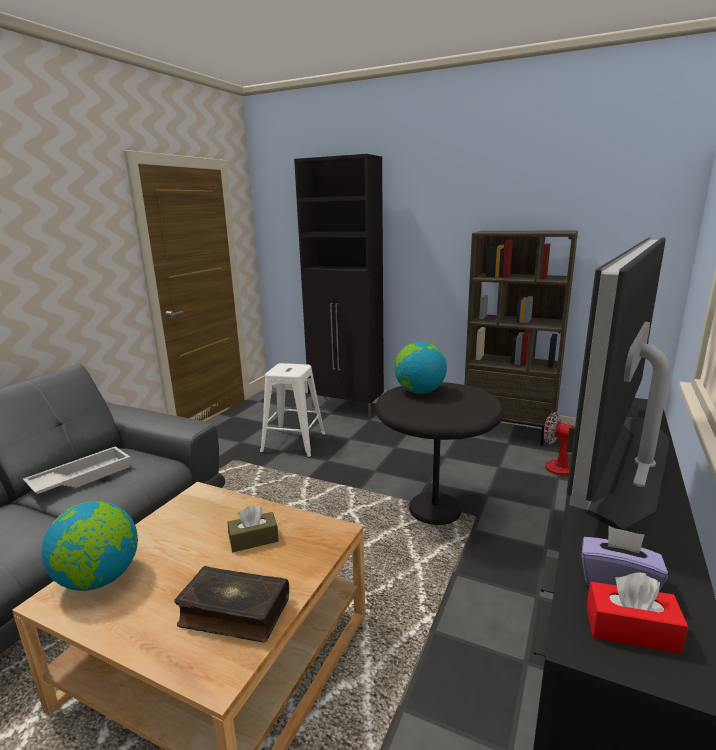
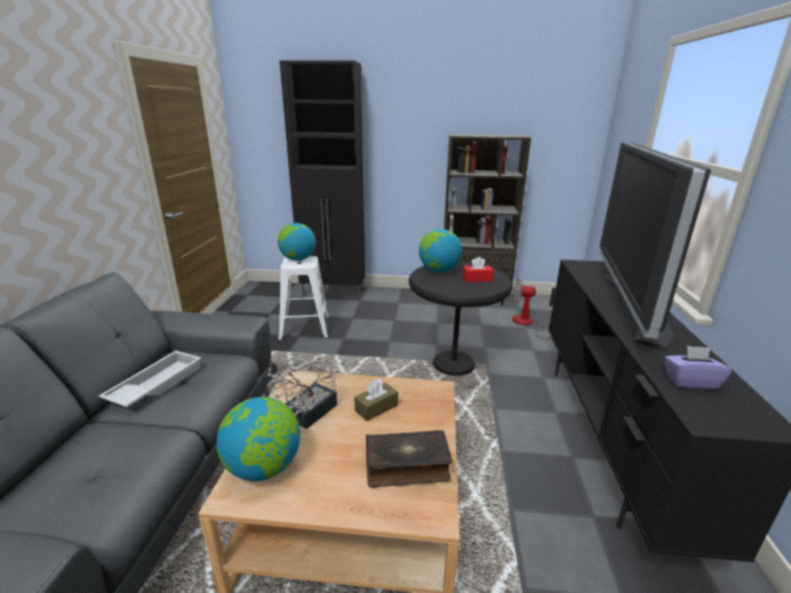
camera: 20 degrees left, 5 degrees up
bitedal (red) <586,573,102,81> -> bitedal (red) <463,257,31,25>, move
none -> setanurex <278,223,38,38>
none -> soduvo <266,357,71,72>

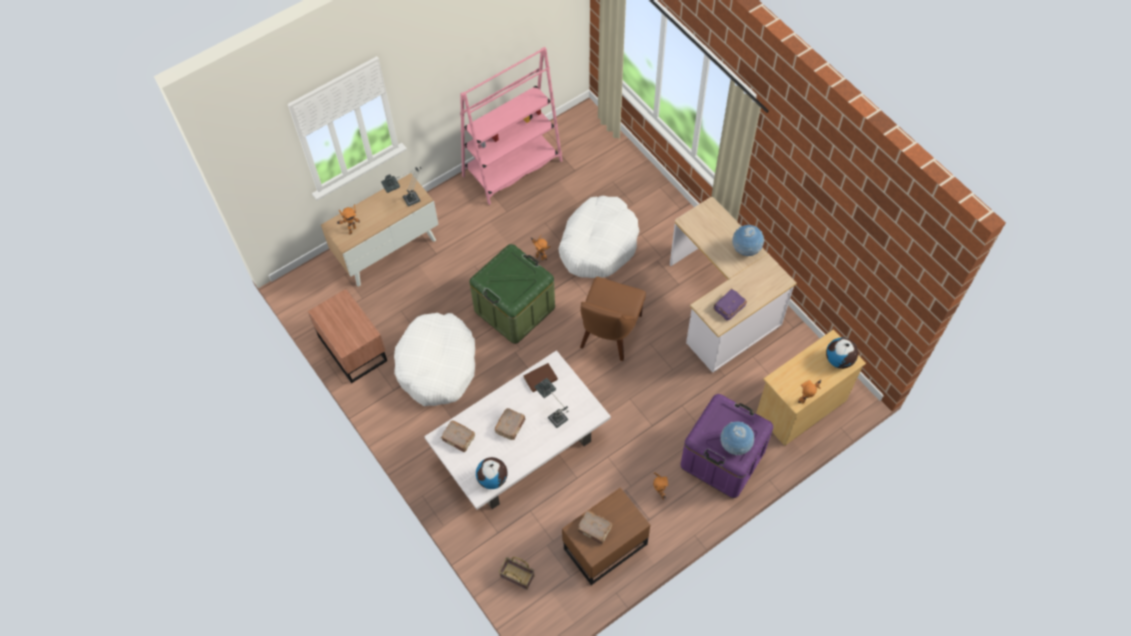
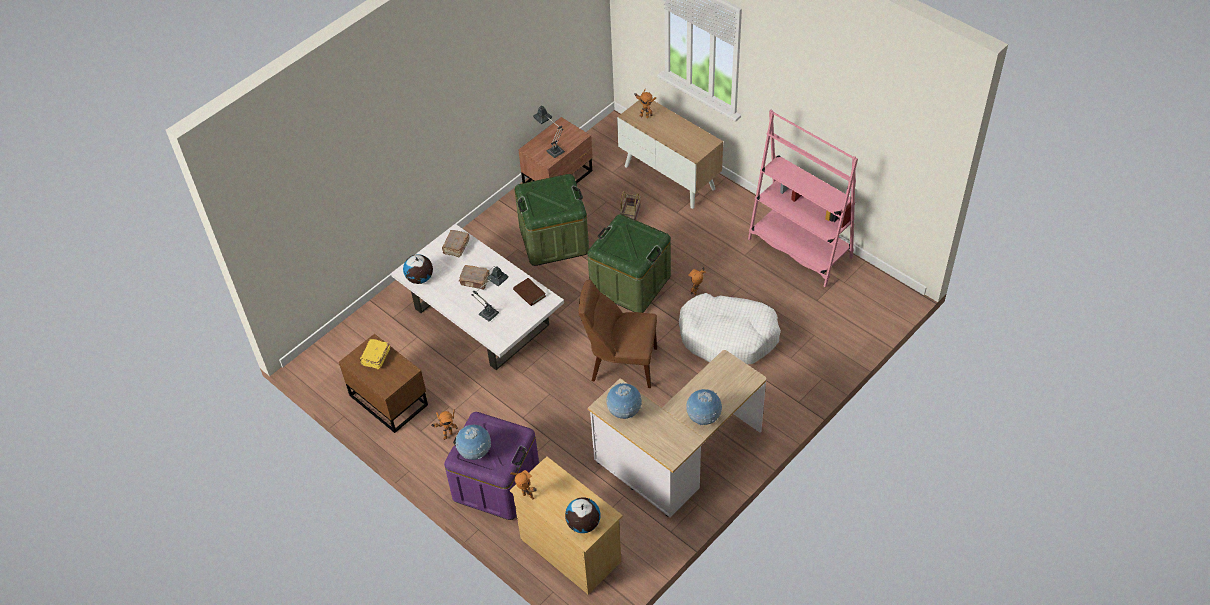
camera: 80 degrees right, 10 degrees down
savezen <381,167,40,39> -> savezen <533,105,32,53>, move
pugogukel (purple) <713,288,34,32> -> setanurex <606,382,36,37>
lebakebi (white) <394,313,81,93> -> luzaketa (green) <515,174,74,92>
pugogukel (brown) <577,510,35,34> -> pugogukel (yellow) <360,339,30,31>
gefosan <499,557,35,33> -> gefosan <620,191,21,29>, move

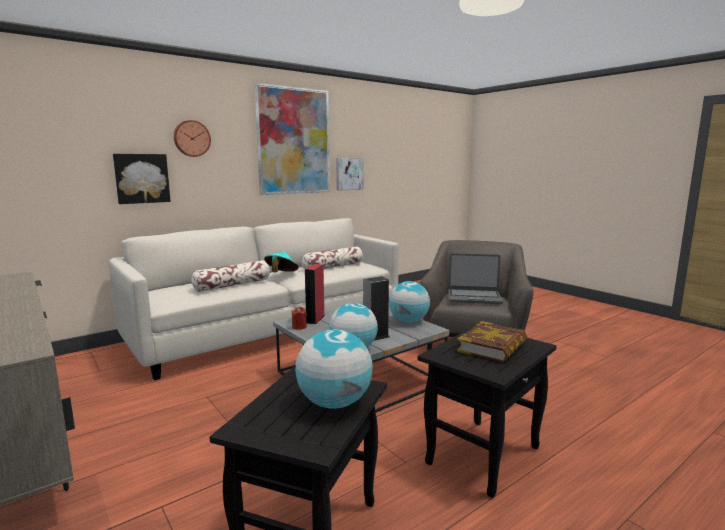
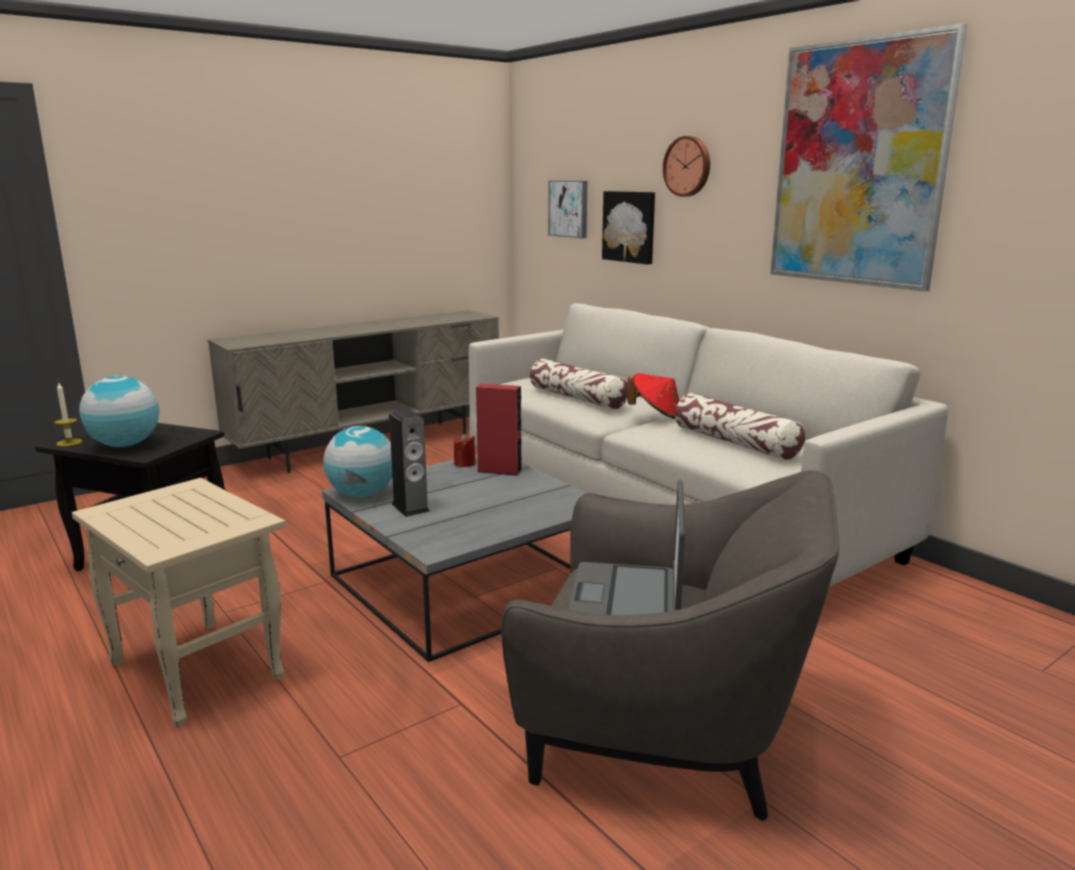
camera: 90 degrees right, 5 degrees up
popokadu <336,158,28,33> -> popokadu <548,181,39,57>, move
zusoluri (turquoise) <264,251,35,22> -> zusoluri (red) <627,373,53,46>
setanurex <389,281,41,42> -> none
pugogukel <457,321,70,42> -> none
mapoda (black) <417,328,140,170> -> mapoda (beige) <72,478,214,249>
none -> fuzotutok <54,383,29,63>

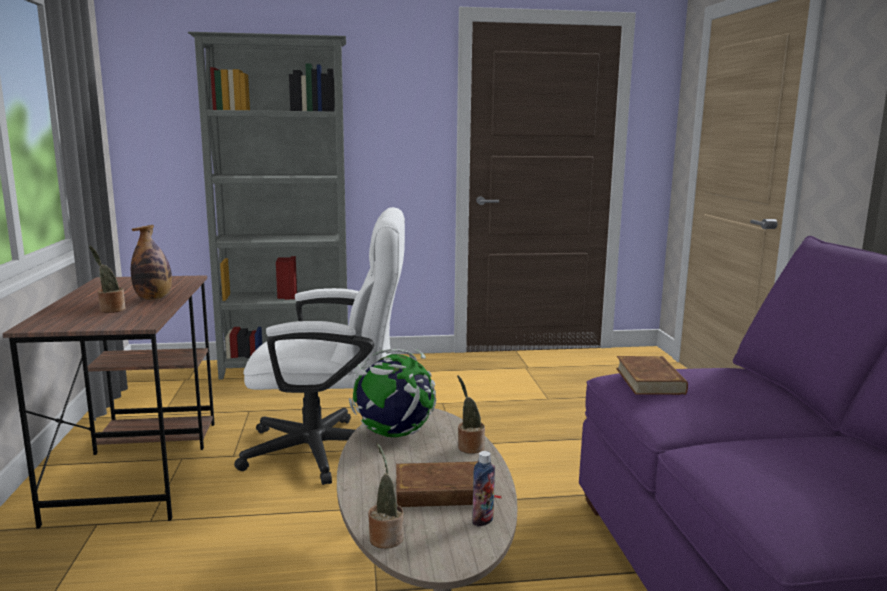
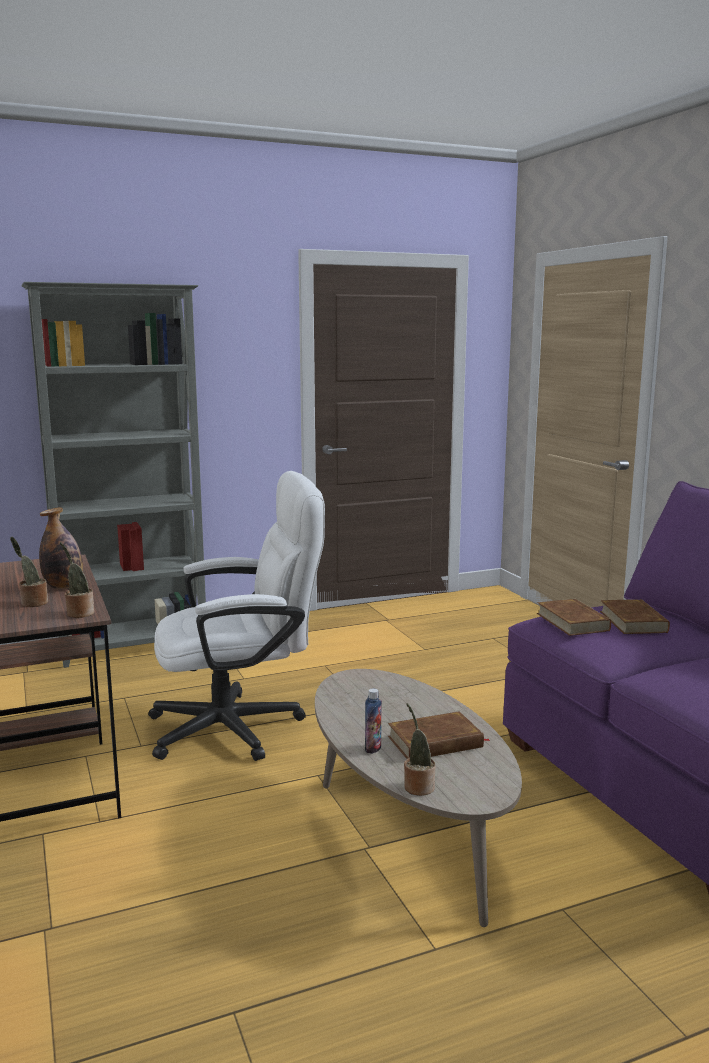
camera: 15 degrees left, 0 degrees up
setanurex <349,349,87,88> -> none
soduvo <457,375,28,79> -> soduvo <60,542,34,76>, move
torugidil <472,451,23,76> -> torugidil <365,689,17,65>, move
none -> pugogukel (brown) <600,599,70,35>

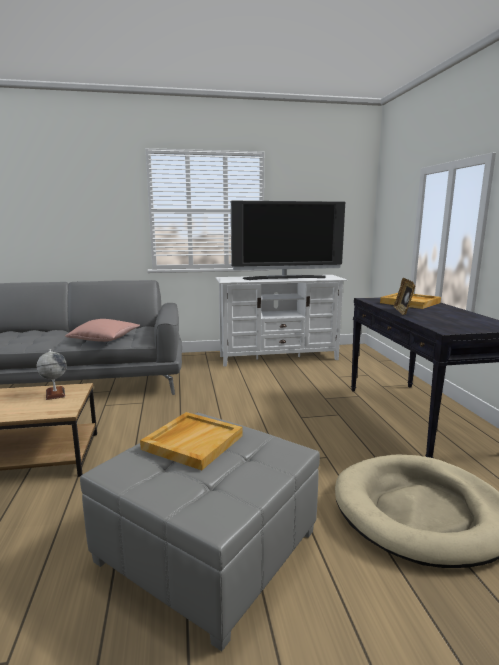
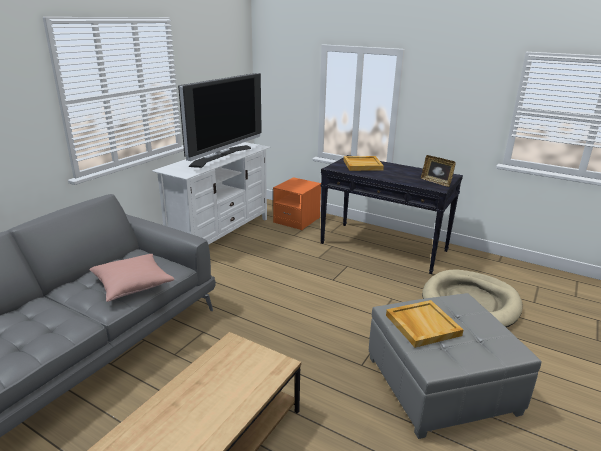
camera: 50 degrees left, 10 degrees up
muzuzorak <394,278,21,37> -> muzuzorak <421,155,35,32>, move
setanurex <37,349,30,51> -> none
none -> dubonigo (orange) <273,177,48,53>

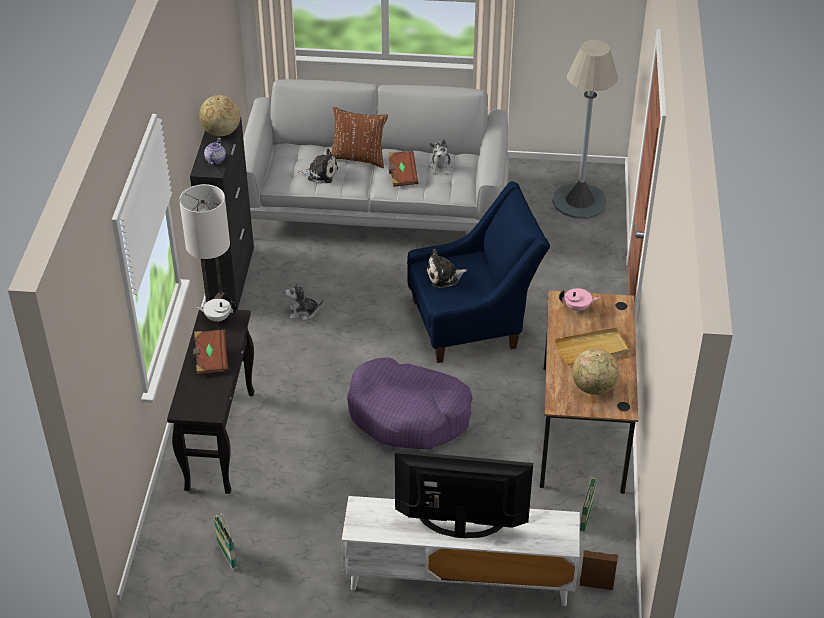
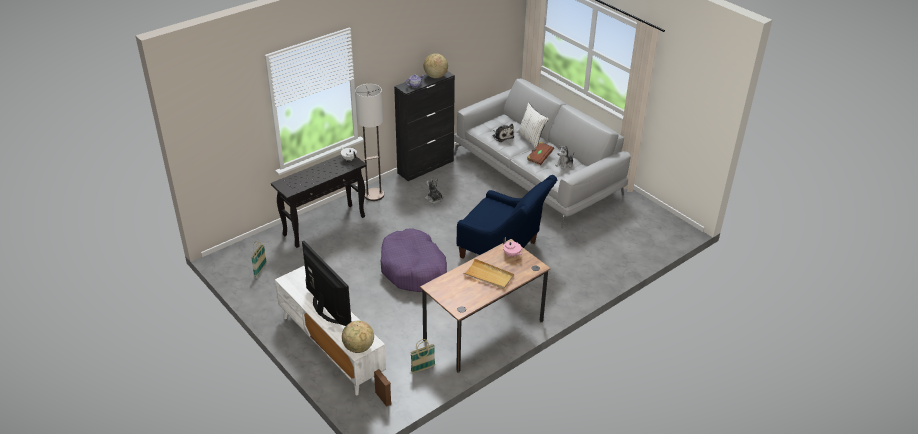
camera: 45 degrees right, 5 degrees down
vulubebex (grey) <552,40,66,179> -> none
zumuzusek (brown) <331,107,57,61> -> zumuzusek (white) <516,102,33,46>
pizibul <426,249,41,39> -> none
pugogukel (brown) <193,329,35,46> -> none
setanurex <572,349,47,46> -> setanurex <342,321,32,32>, move

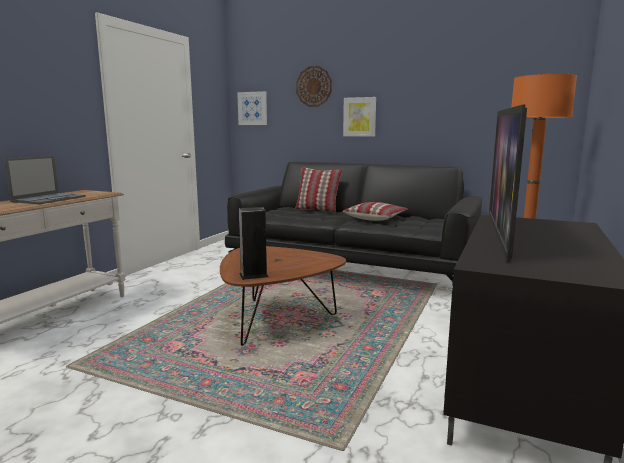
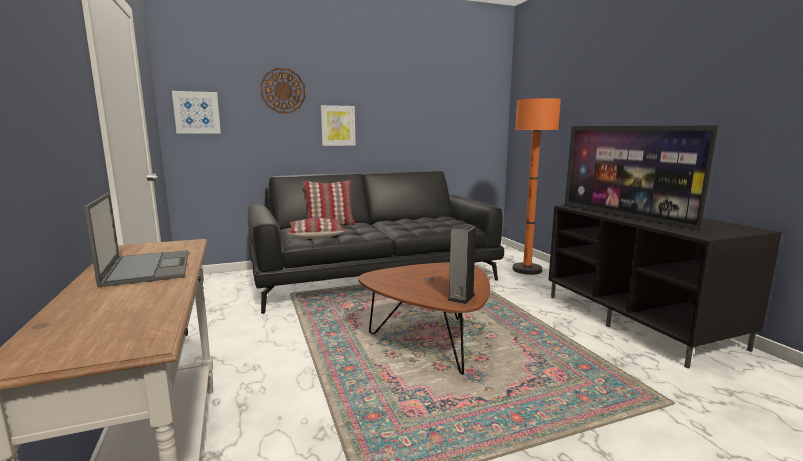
camera: 45 degrees left, 0 degrees up
zumuzusek <343,202,64,19> -> zumuzusek <287,218,58,21>, move

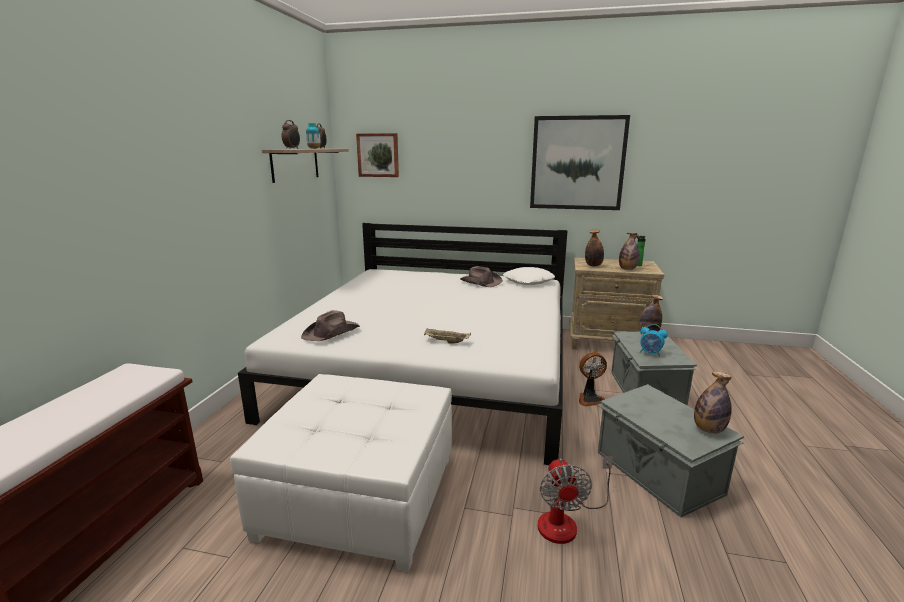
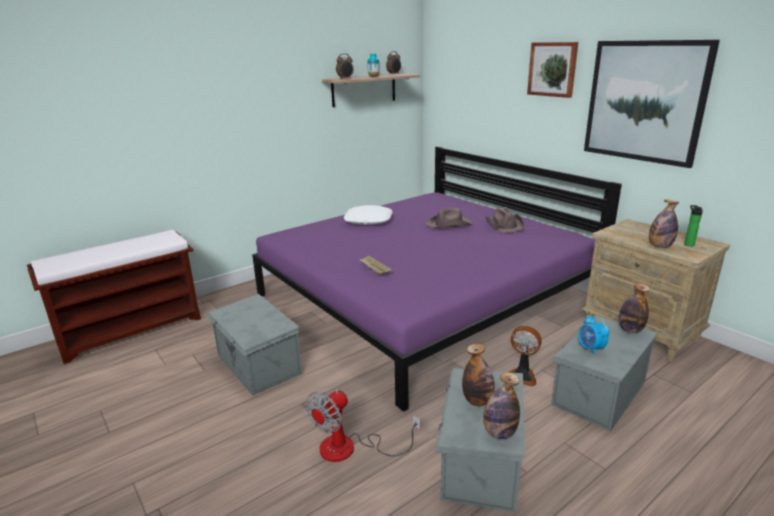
camera: 40 degrees right, 5 degrees up
popokadu <356,133,43,44> -> popokadu <527,42,51,56>, move
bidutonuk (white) <238,223,330,242> -> bidutonuk (purple) <252,146,370,266>
torugidil <585,230,19,37> -> torugidil <462,344,33,62>, move
zumuzusek (white) <503,267,52,18> -> zumuzusek (white) <344,205,48,20>, move
zusoluri (brown) <301,310,59,31> -> zusoluri (brown) <426,208,46,20>, move
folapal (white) <230,374,222,198> -> luzaketa (grey) <207,294,95,102>

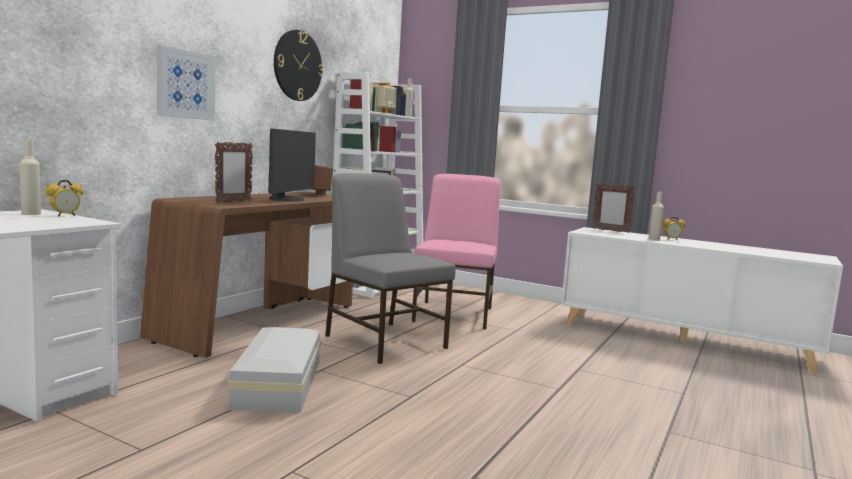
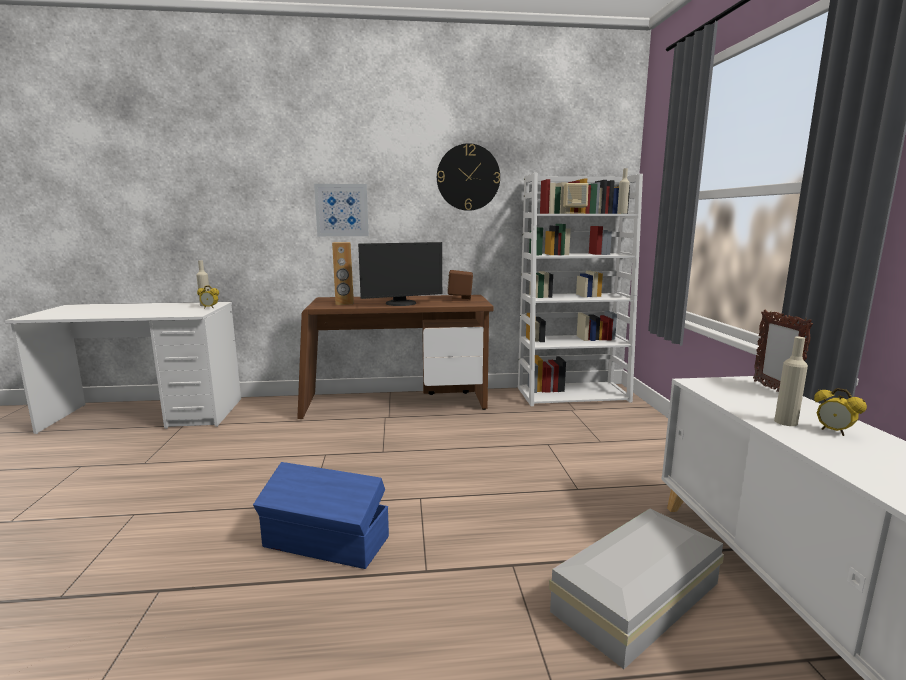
camera: 55 degrees right, 5 degrees up
muzuzorak <215,141,38,62> -> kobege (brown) <332,242,22,63>
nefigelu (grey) <325,173,131,191> -> none
nefigelu (pink) <412,174,89,155> -> none
luzaketa (white) <228,327,93,86> -> luzaketa (white) <549,509,175,160>, move
none -> luzaketa (blue) <253,462,136,107>

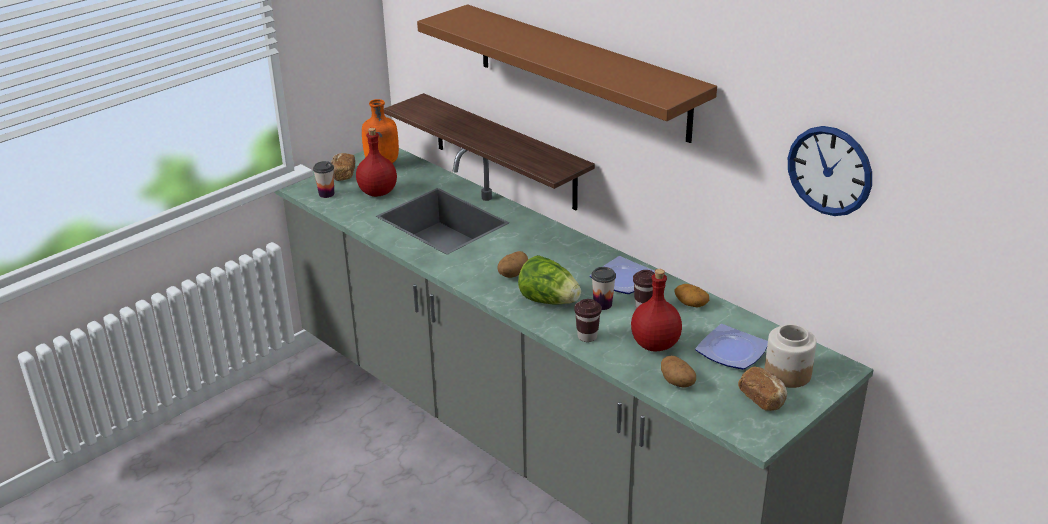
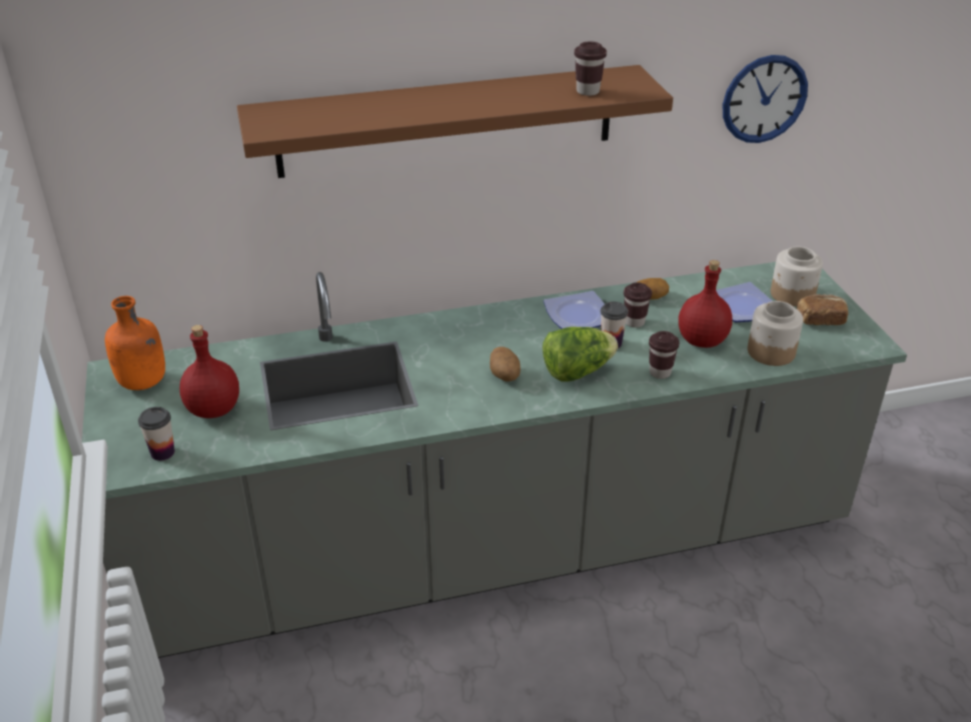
camera: 60 degrees left, 5 degrees up
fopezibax <384,93,211,117> -> none
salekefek <331,153,24,28> -> none
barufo <661,356,35,32> -> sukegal <747,301,56,65>
none -> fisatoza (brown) <574,41,33,55>

